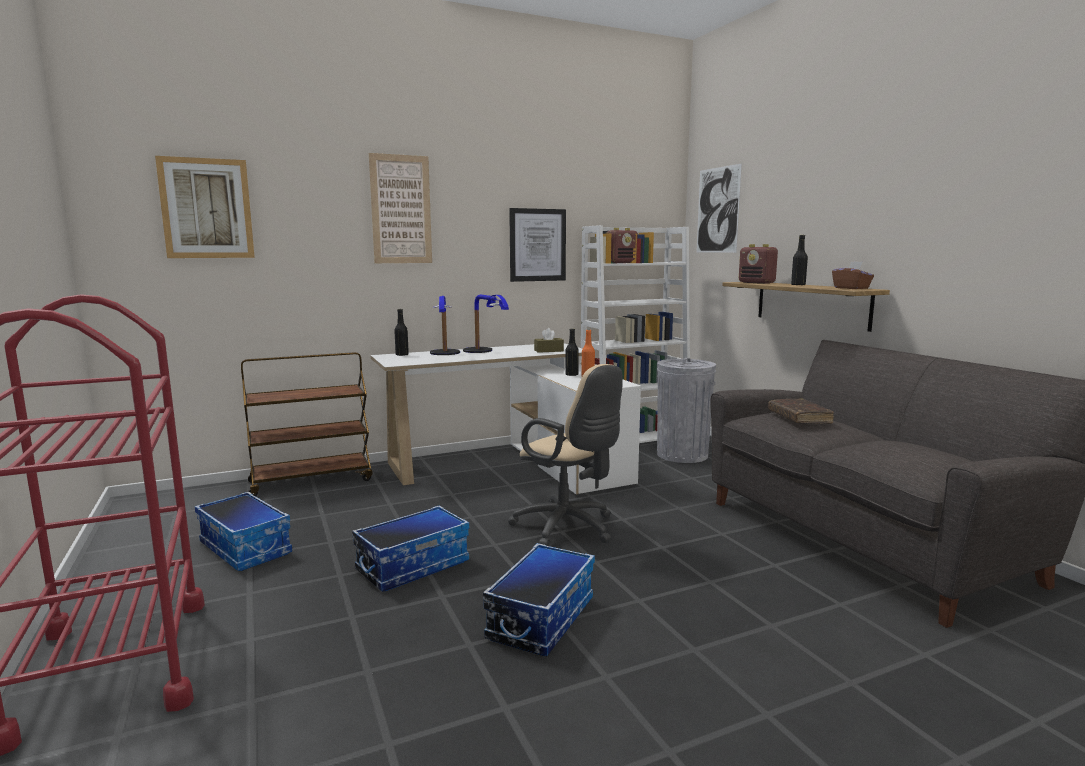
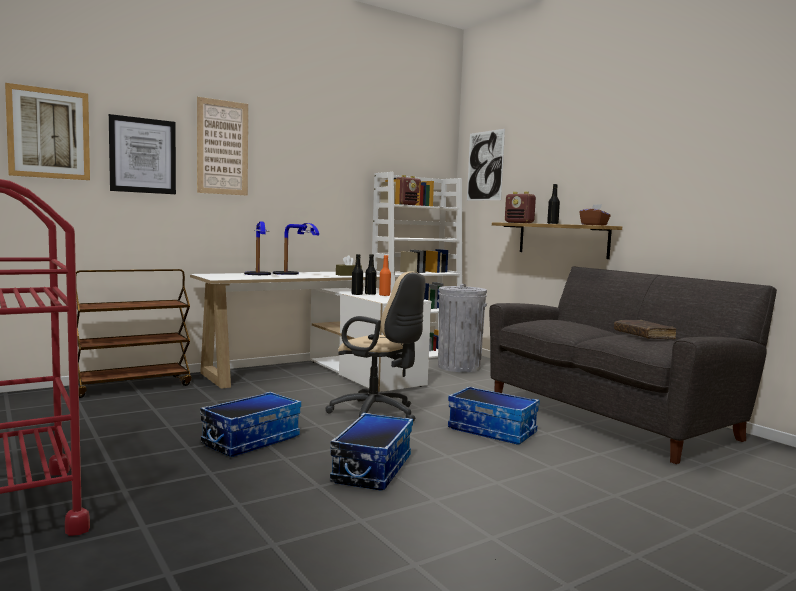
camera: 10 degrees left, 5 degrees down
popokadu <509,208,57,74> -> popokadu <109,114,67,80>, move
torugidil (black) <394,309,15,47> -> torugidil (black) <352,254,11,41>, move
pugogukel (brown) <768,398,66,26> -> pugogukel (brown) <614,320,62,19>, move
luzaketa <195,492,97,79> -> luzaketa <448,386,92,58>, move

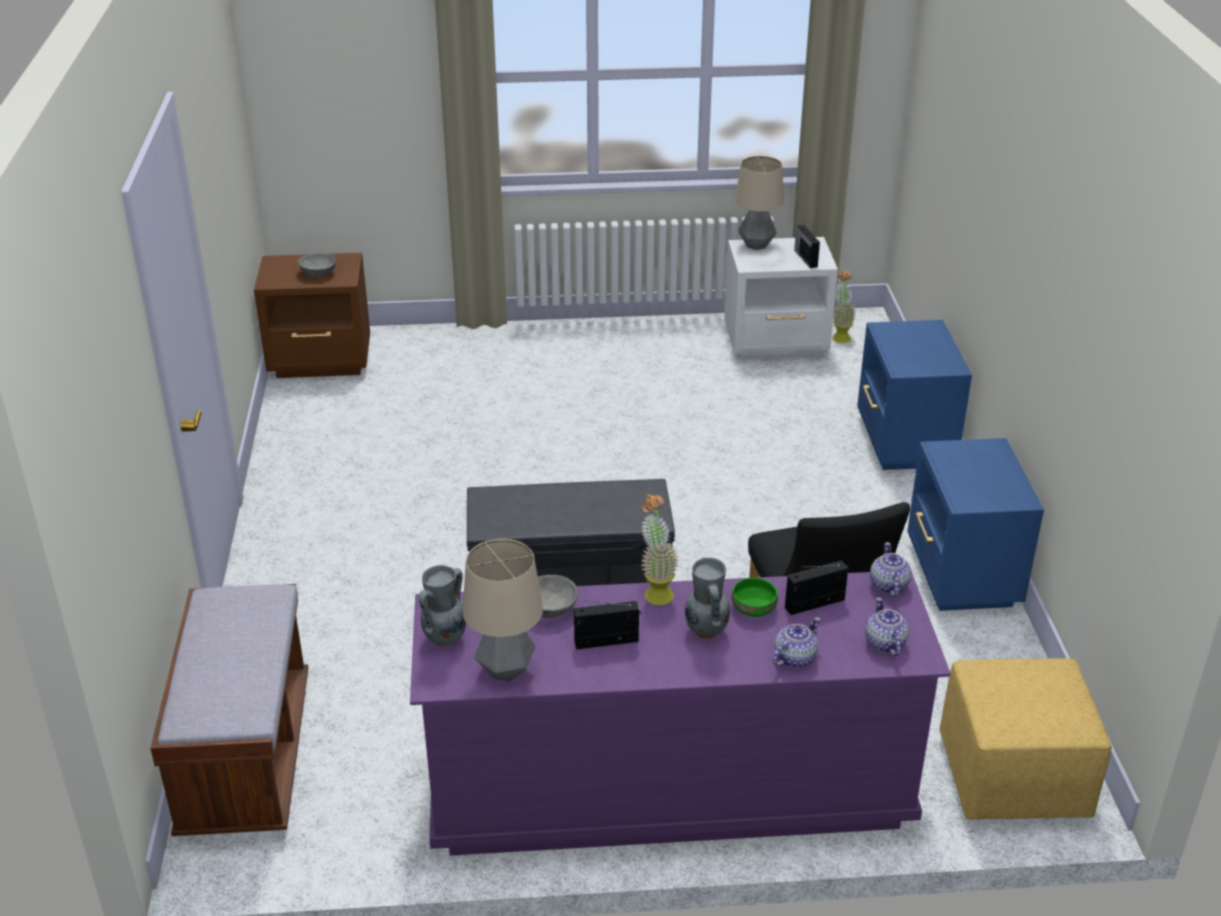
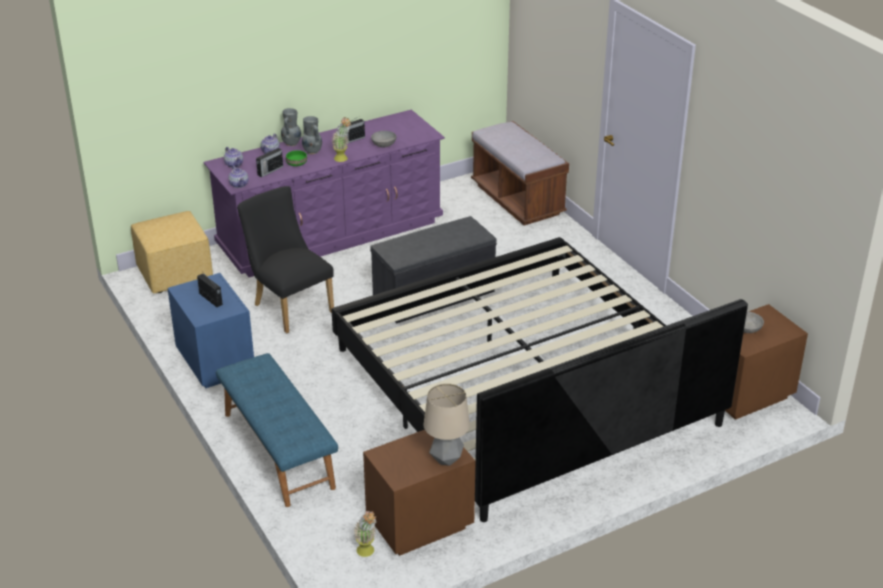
camera: 155 degrees right, 0 degrees up
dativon <794,225,26,43> -> dativon <197,274,26,33>, move
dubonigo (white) <724,237,114,123> -> dubonigo (brown) <363,430,112,126>
dubonigo (blue) <857,320,115,150> -> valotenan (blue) <216,353,122,154>
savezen <462,539,81,142> -> none
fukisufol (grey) <419,565,47,82> -> fukisufol (grey) <281,108,20,38>, move
none -> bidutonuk <331,237,417,285>

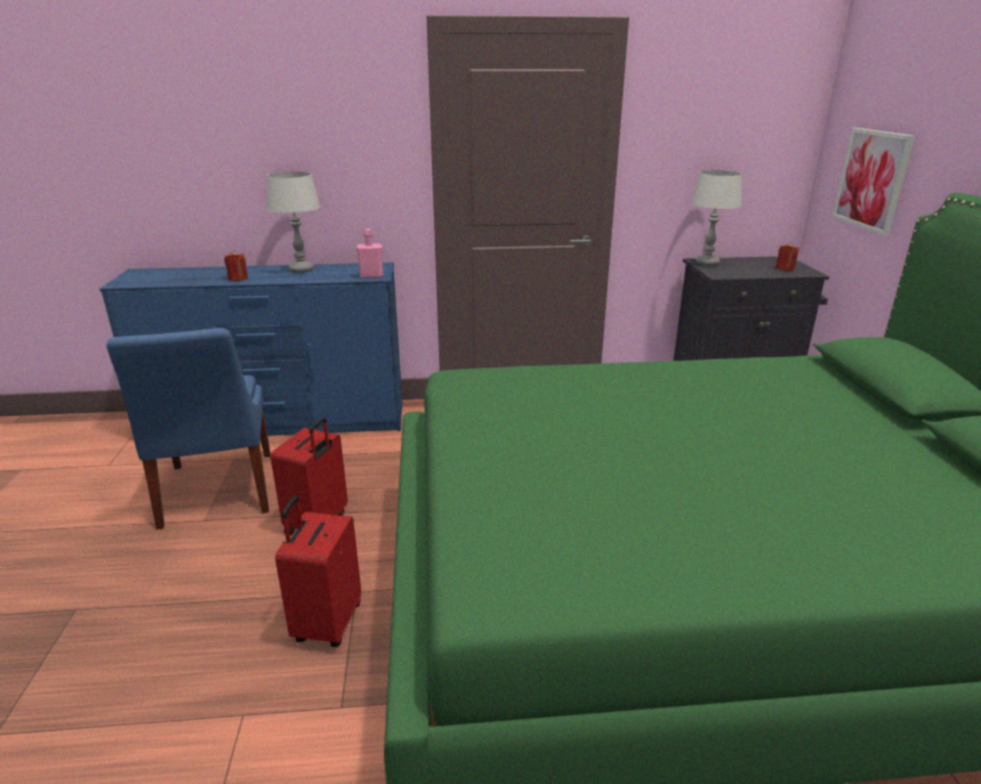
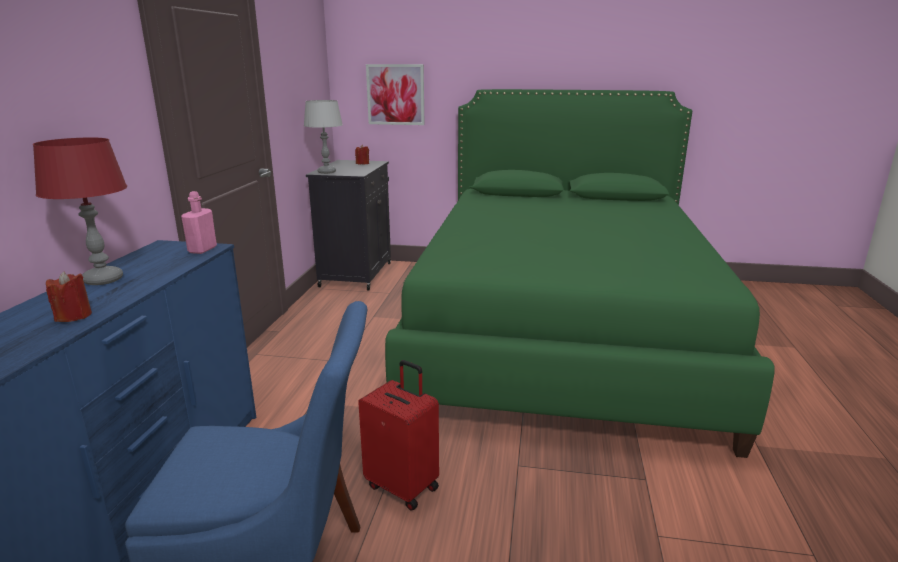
camera: 75 degrees left, 5 degrees down
savezen (grey) <266,172,54,101> -> savezen (red) <33,138,94,147>
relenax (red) <275,496,86,151> -> none

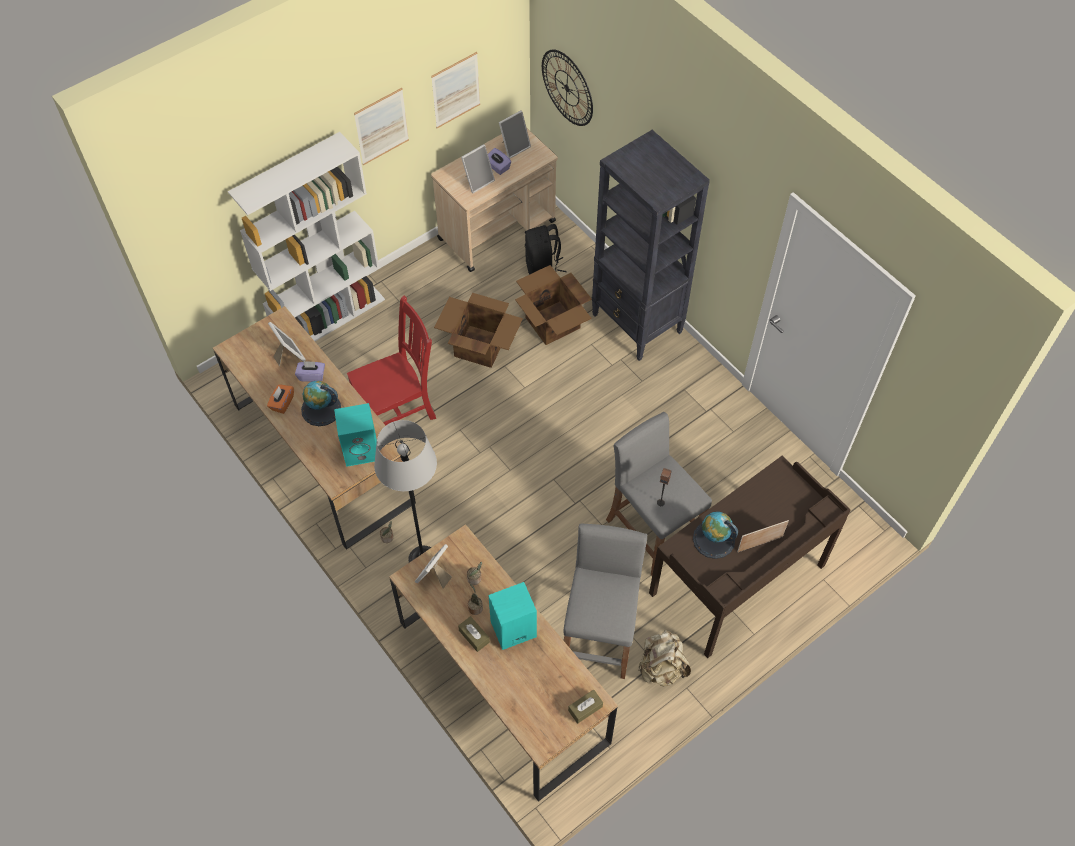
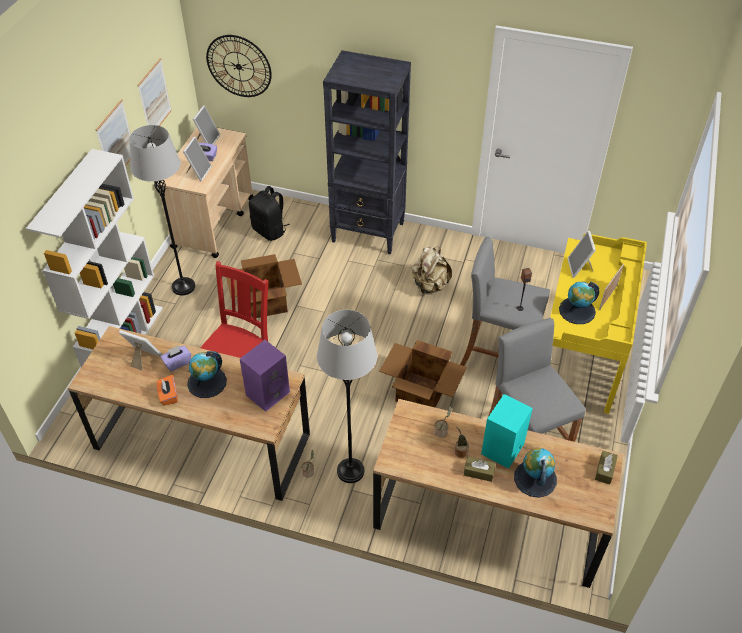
camera: 35 degrees left, 10 degrees down
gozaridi <515,265,77,80> -> gozaridi <379,340,88,67>, move
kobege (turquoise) <334,403,43,64> -> kobege (purple) <240,340,50,72>
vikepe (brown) <649,456,201,202> -> vikepe (yellow) <550,233,97,181>
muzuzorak <415,544,37,45> -> muzuzorak <567,231,29,47>, move
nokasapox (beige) <638,630,53,57> -> nokasapox (beige) <412,247,40,47>, move
none -> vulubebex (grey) <129,125,66,171>
none -> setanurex <514,448,43,50>

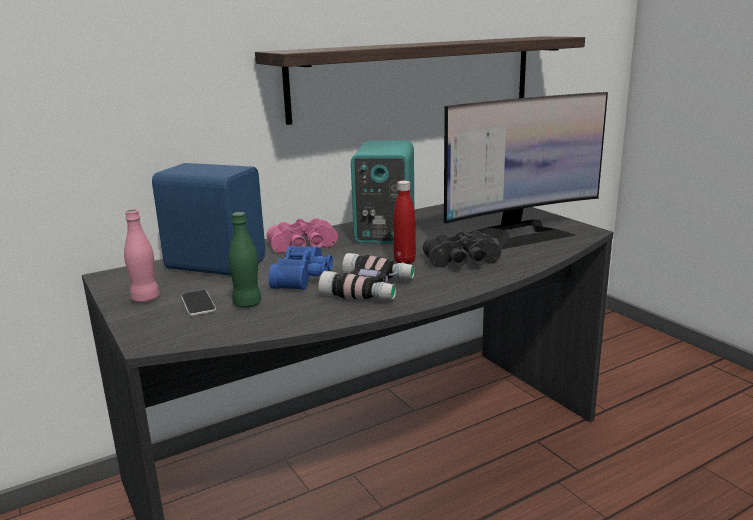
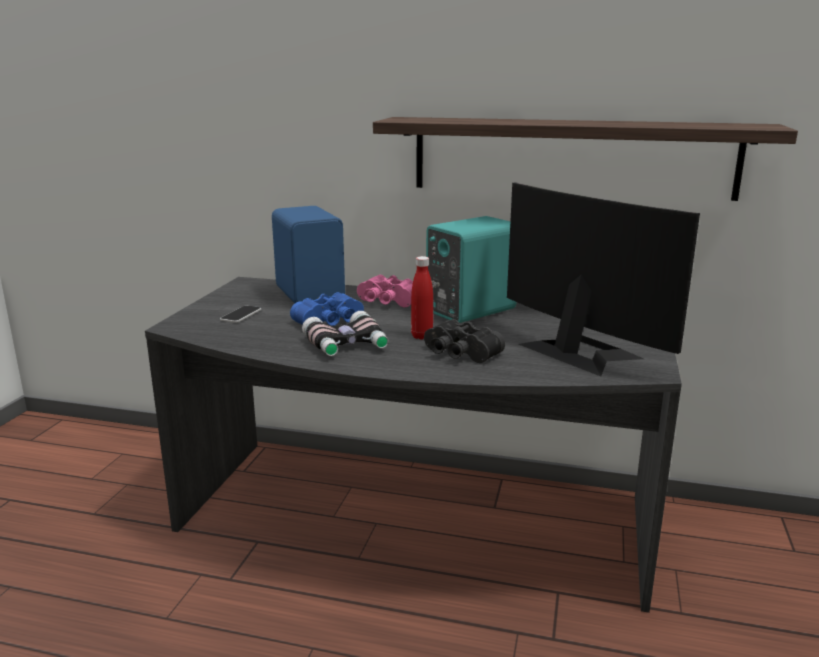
camera: 45 degrees right, 0 degrees up
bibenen <444,92,164,157> -> bibenen <507,182,193,194>, 150 degrees counterclockwise
torugidil (pink) <124,209,36,93> -> none
torugidil (green) <228,212,33,96> -> none

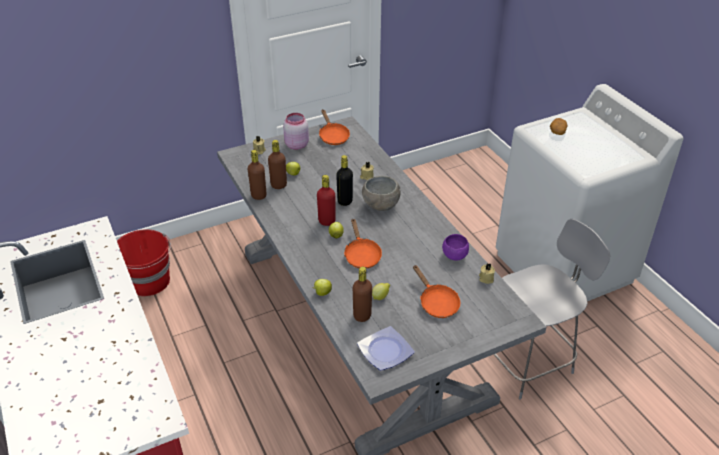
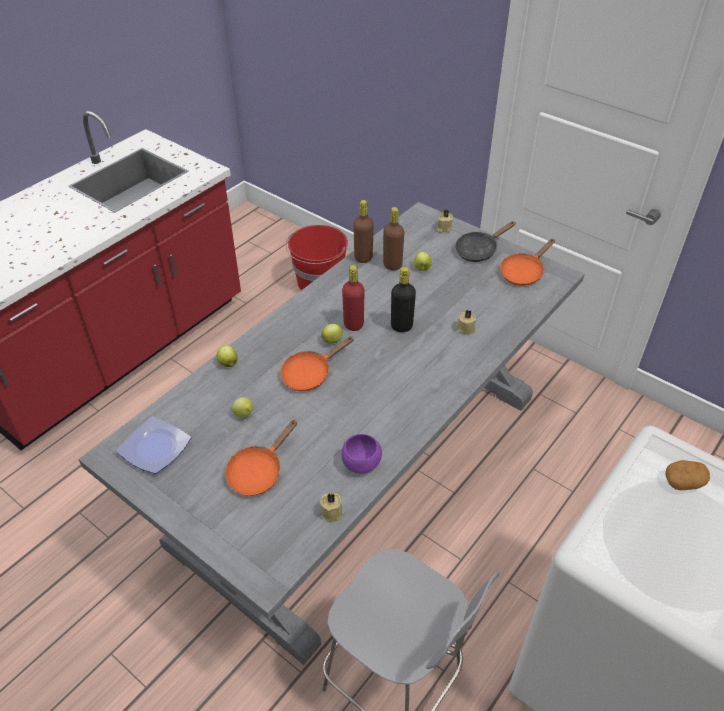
camera: 65 degrees right, 5 degrees up
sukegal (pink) <283,113,26,37> -> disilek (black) <455,221,60,41>
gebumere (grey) <362,176,39,35> -> none
torugidil (brown) <353,267,19,55> -> none

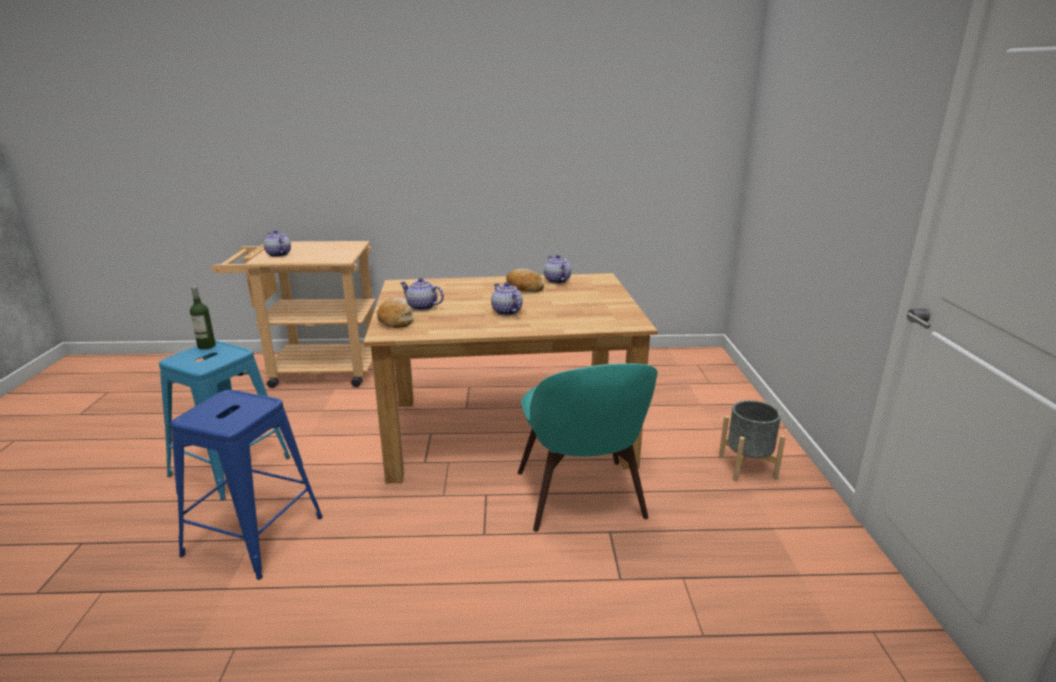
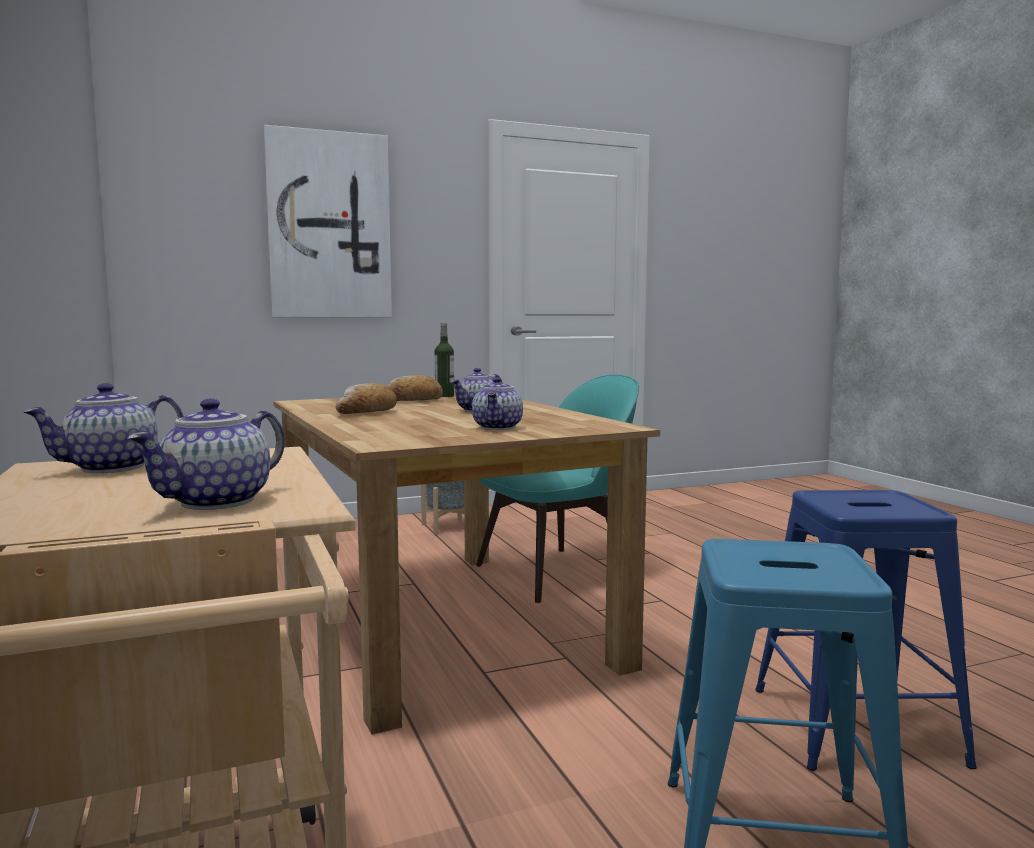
camera: 110 degrees left, 15 degrees down
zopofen <544,255,27,29> -> zopofen <23,383,161,90>, move
torugidil <190,286,26,64> -> torugidil <435,323,19,74>, move
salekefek <377,298,37,30> -> salekefek <387,375,56,26>, move
none -> popokadu <263,125,129,193>

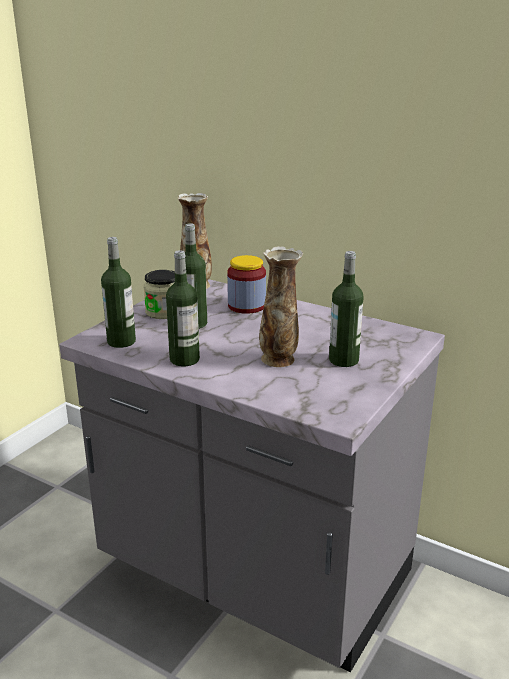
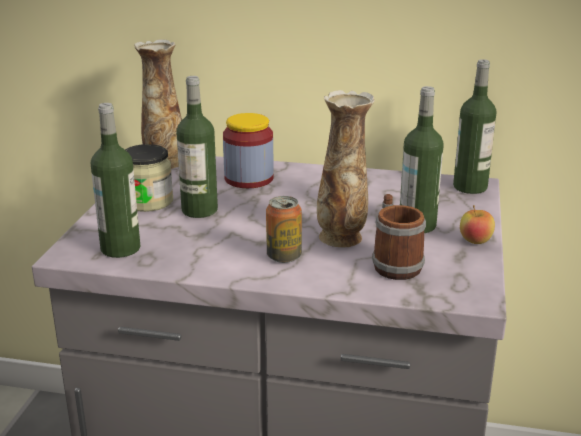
camera: 20 degrees left, 0 degrees up
torugidil <166,250,34,116> -> torugidil <453,59,44,135>, move
none -> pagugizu <372,194,54,86>
none -> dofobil <266,196,36,67>
none -> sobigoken <460,205,35,39>

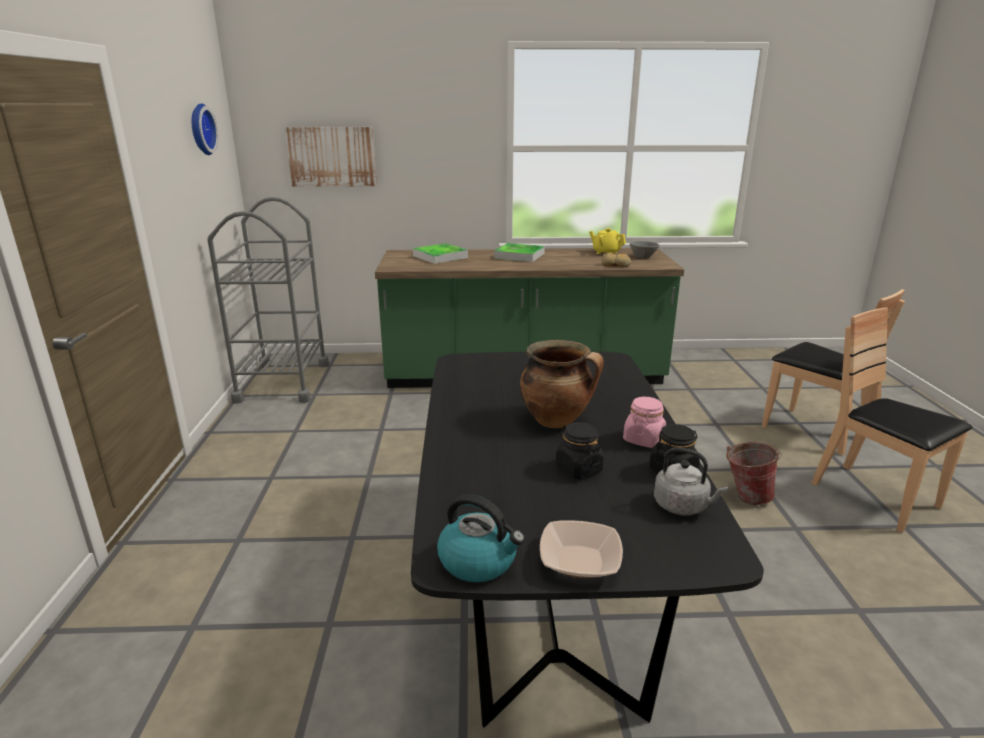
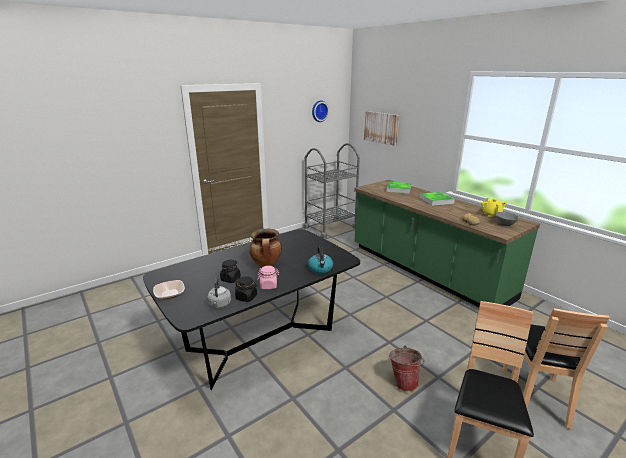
camera: 55 degrees right, 0 degrees up
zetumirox <437,494,88,88> -> zetumirox <308,246,25,28>, move

